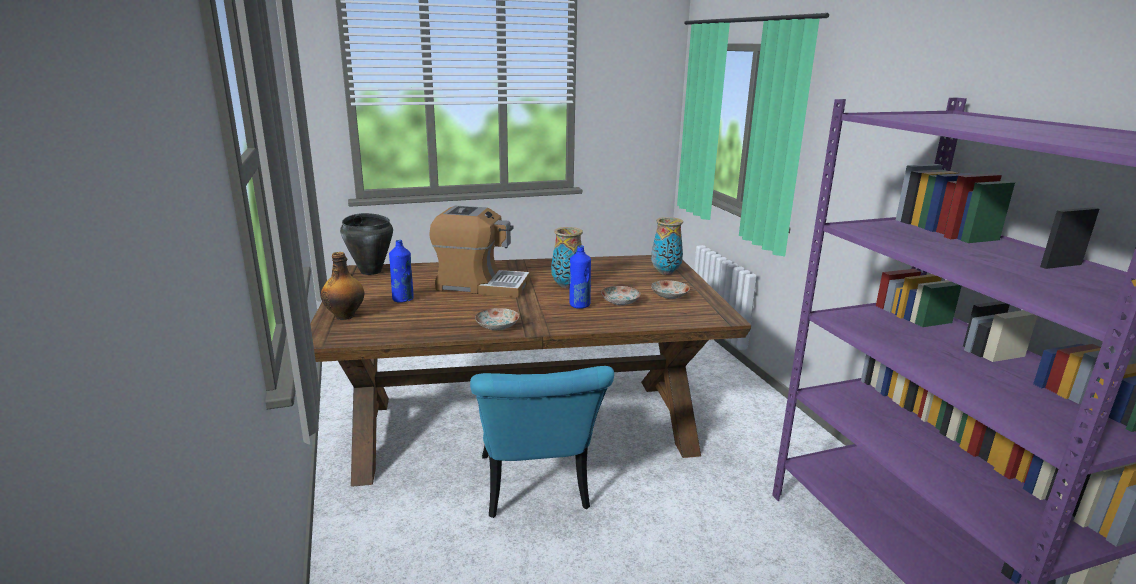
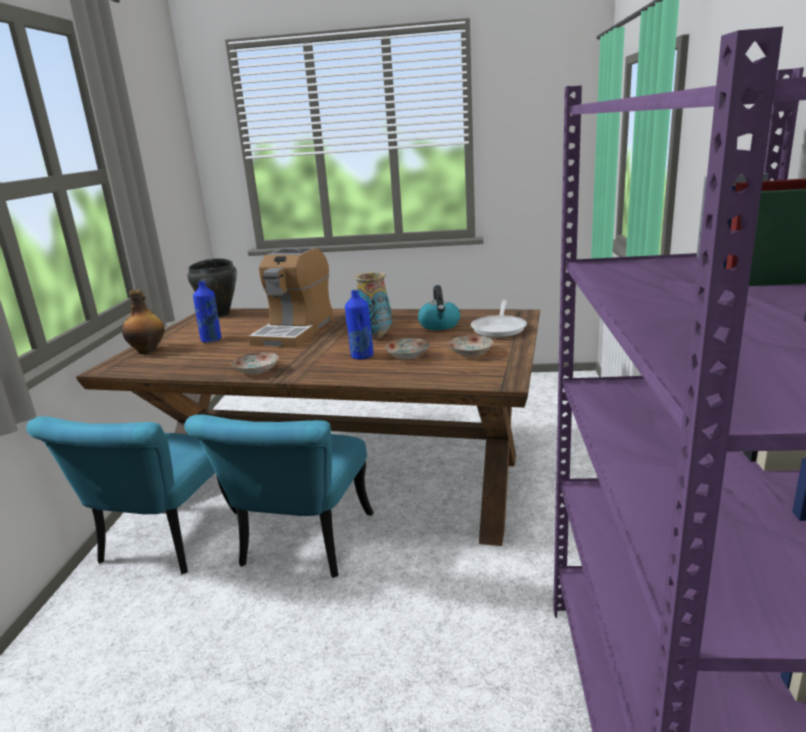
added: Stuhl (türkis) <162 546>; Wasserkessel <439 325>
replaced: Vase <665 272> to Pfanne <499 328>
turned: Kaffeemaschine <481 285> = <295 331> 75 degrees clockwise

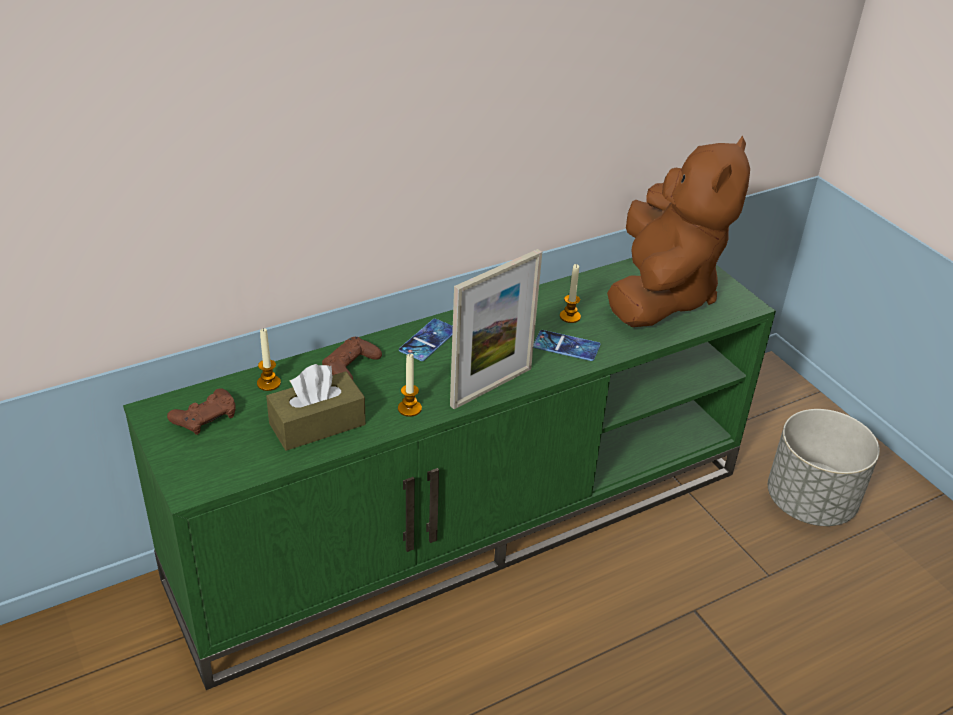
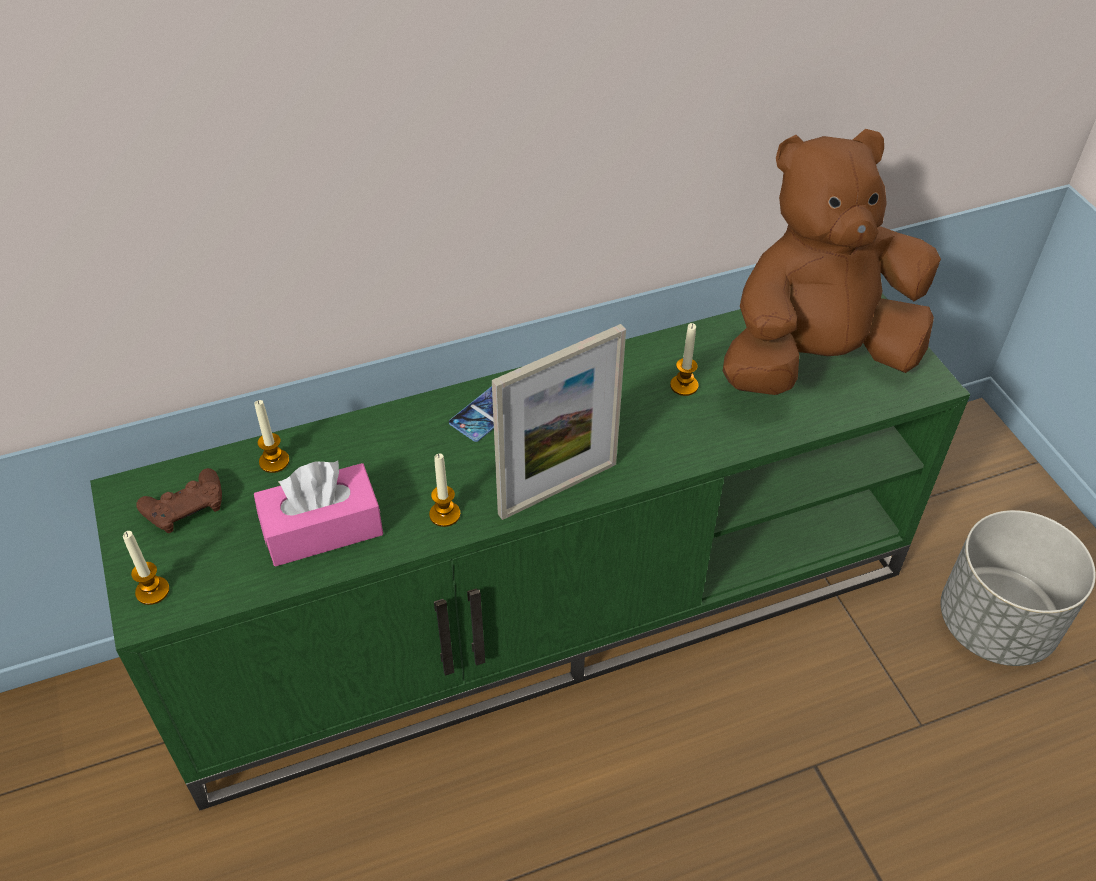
removed: Gamepad (braun) <350 366>; Handy <566 346>
added: Kerze <152 591>
recoloured: Taschentuchbox (braun) <317 424> to Taschentuchbox (rosa) <322 529>
turned: Plüschtier (braun) <661 294> = <815 358> 135 degrees counterclockwise

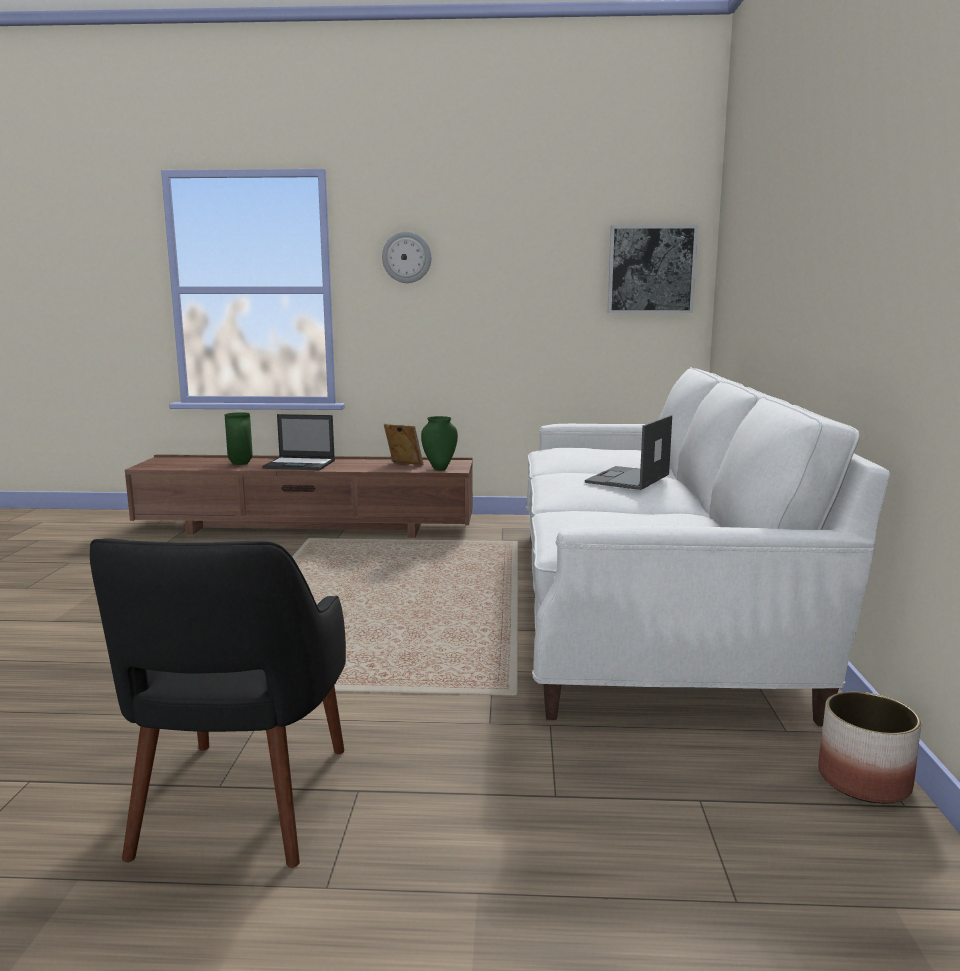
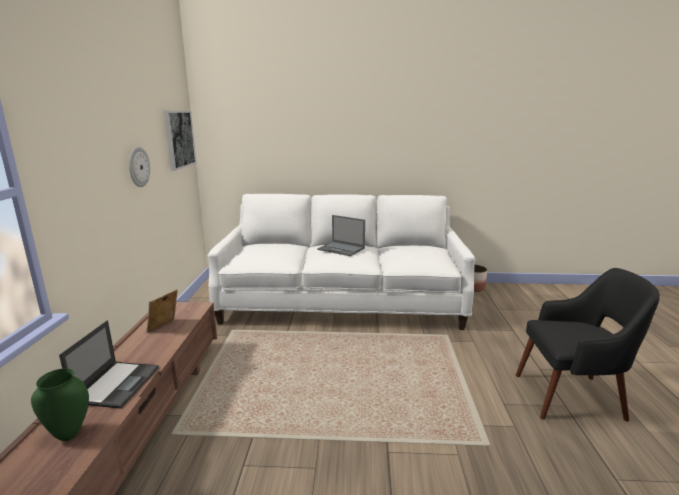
removed: Vase (grün) <439 469>
moved: Wanduhr <406 257> to <138 167>

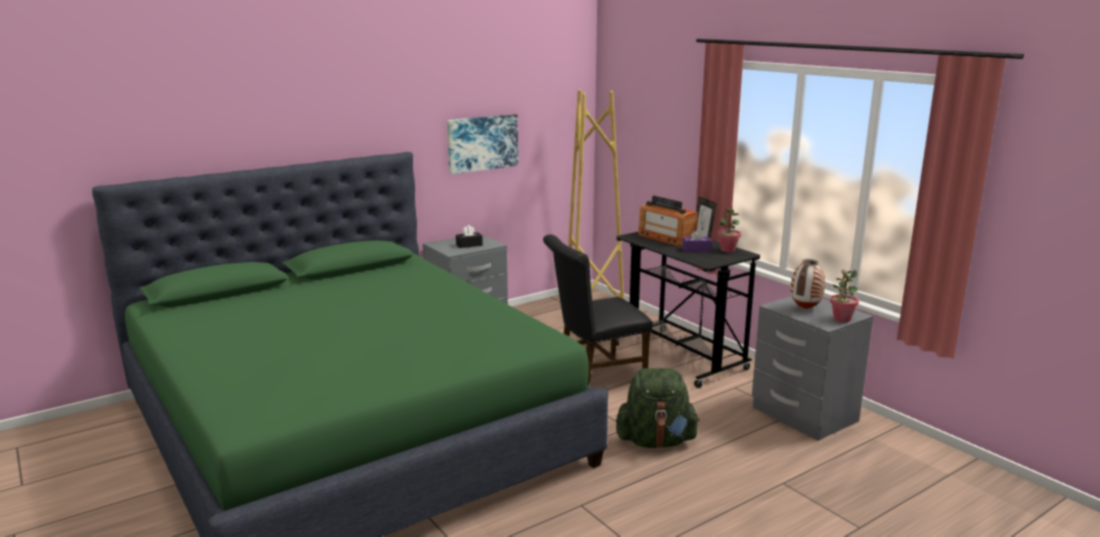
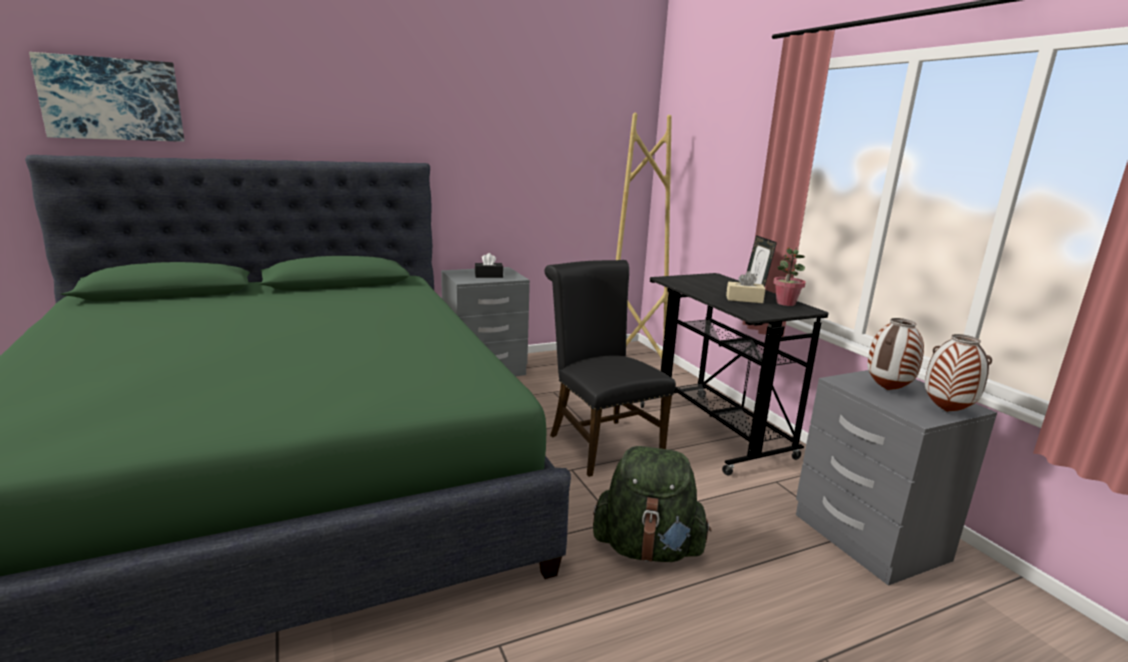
removed: Radio <666 238>
moved: Bild <482 143> to <112 99>
replaced: Topfpflanze <841 319> to Vase <945 411>
recoloured: Taschentuchbox (lila) <696 250> to Taschentuchbox (beige) <744 299>
turned: Stuhl (schwarz) <594 376> = <600 442> 75 degrees clockwise

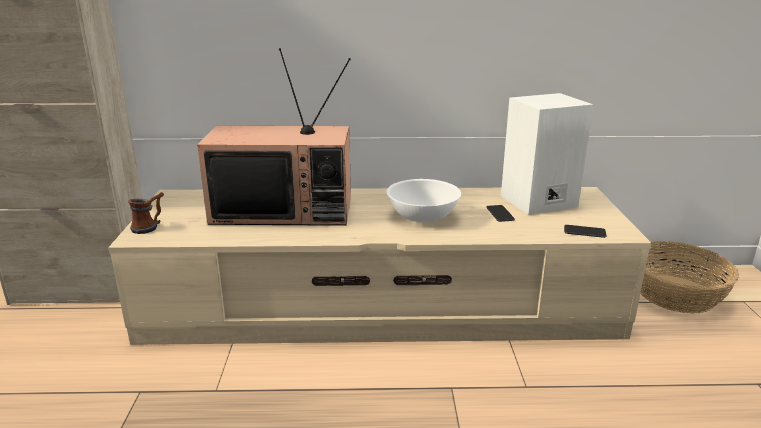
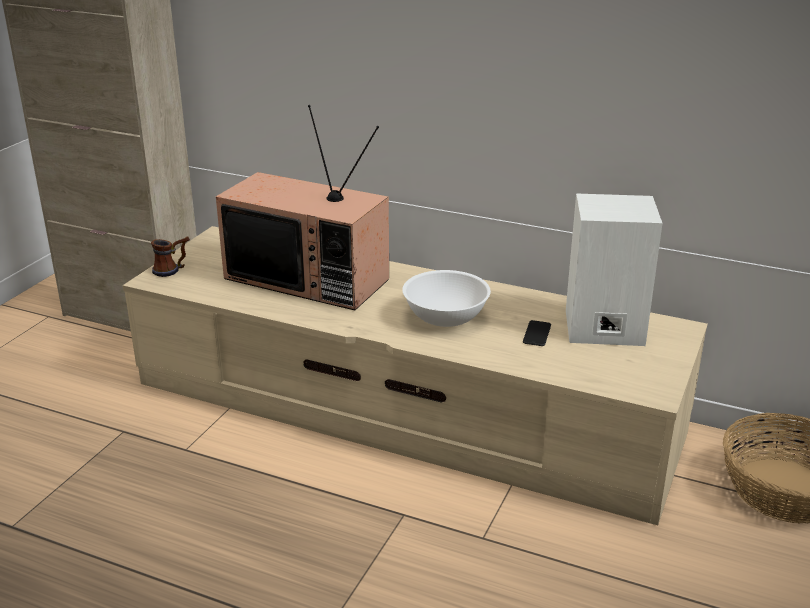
removed: Handy <584 232>

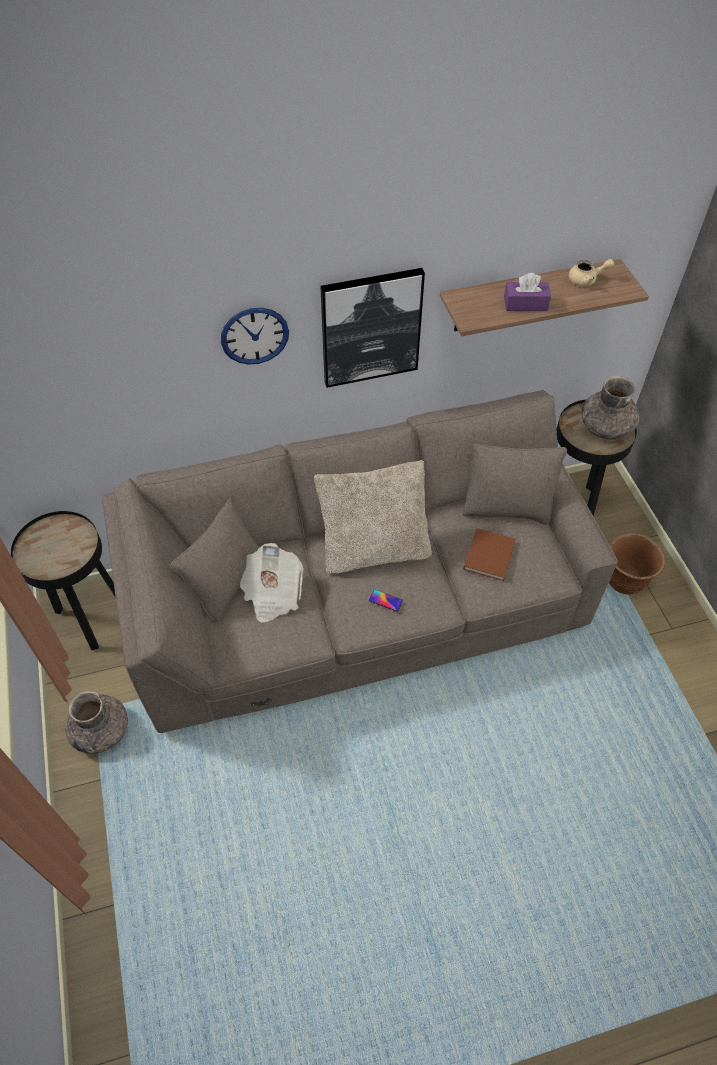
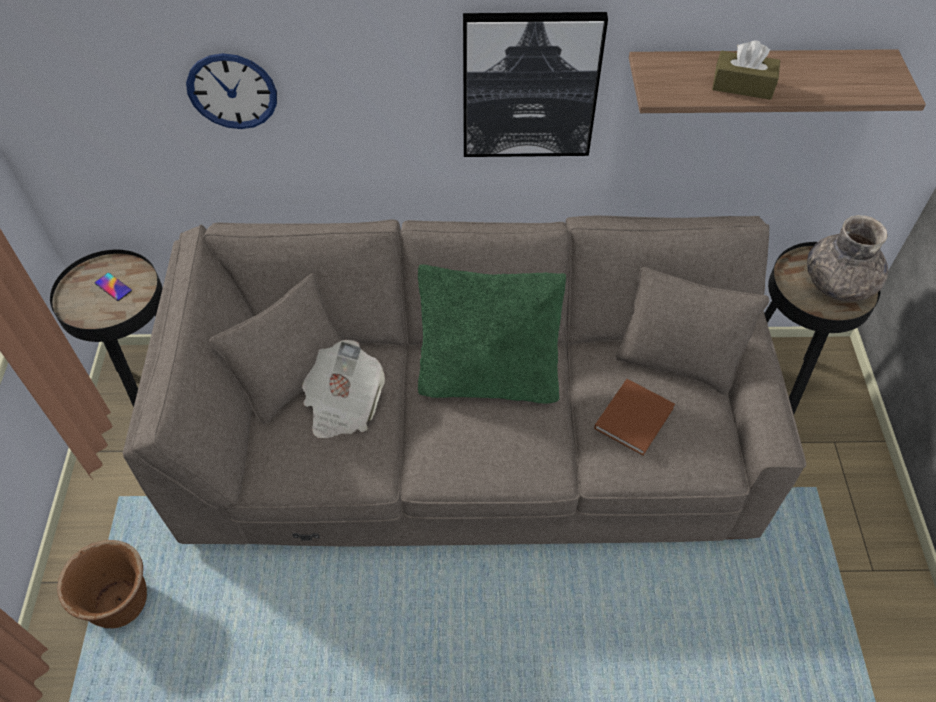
removed: Vase (grau) <101 731>; Teekanne (beige) <586 280>
moved: Wanduhr <254 336> to <232 91>; Handy <385 600> to <113 287>; Pflanzkübel (braun) <624 581> to <121 603>
recoloured: Kissen (beige) <374 547> to Kissen (grün) <489 374>; Taschentuchbox (lila) <525 304> to Taschentuchbox (braun) <742 85>

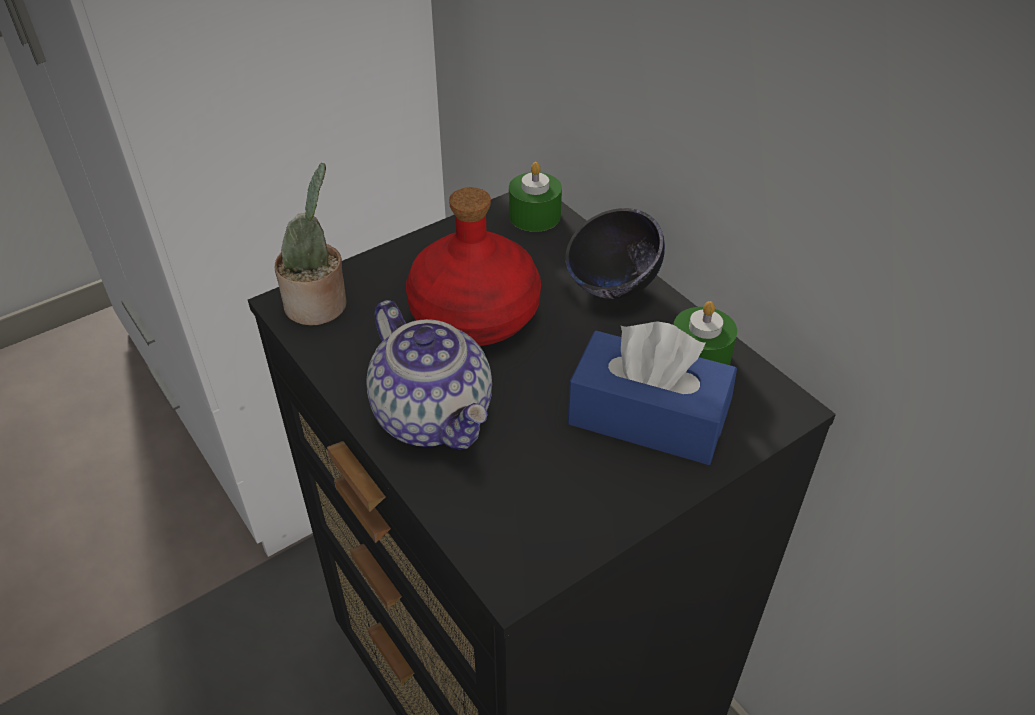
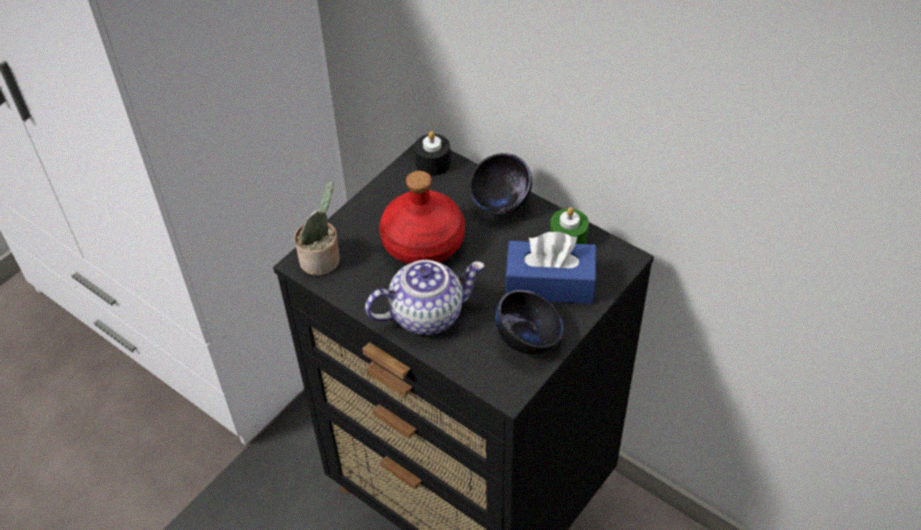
added: Schüssel (schwarz) <528 339>
recoloured: Kerze (grün) <534 215> to Kerze (schwarz) <433 163>
turned: Teekanne <435 416> = <427 313> 60 degrees counterclockwise

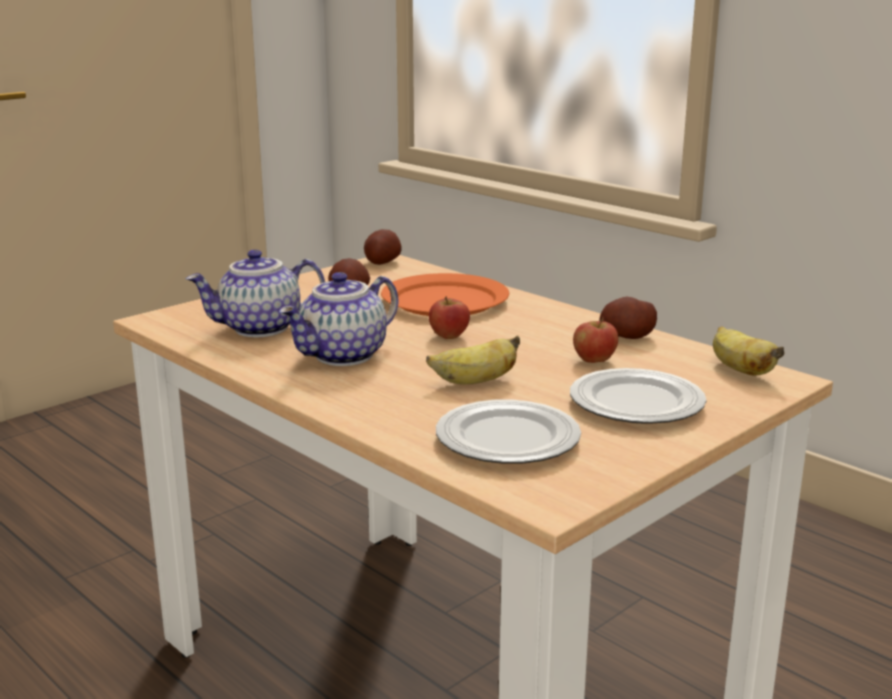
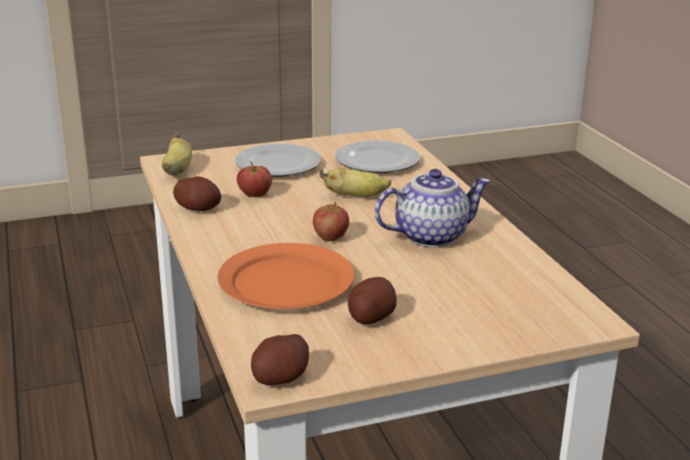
removed: Teekanne <260 329>

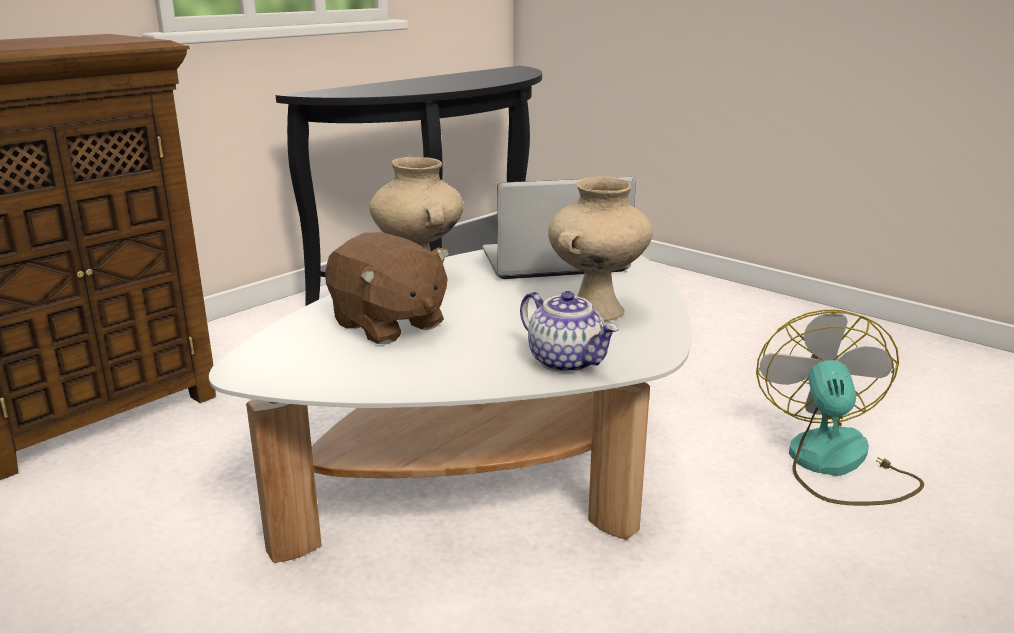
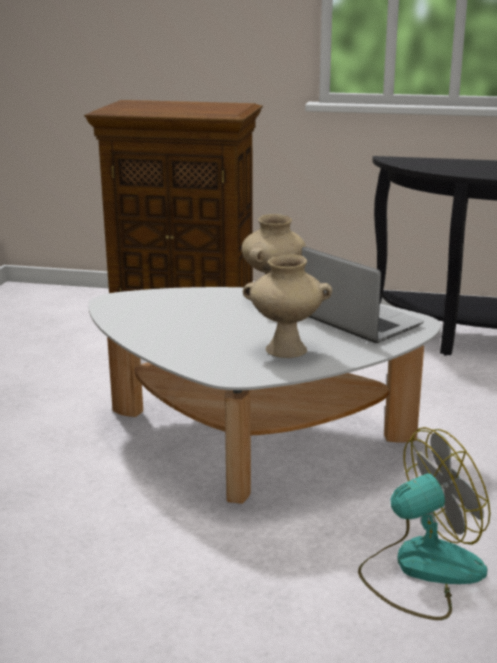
removed: Plüschtier (braun) <388 325>; Teekanne <567 361>

